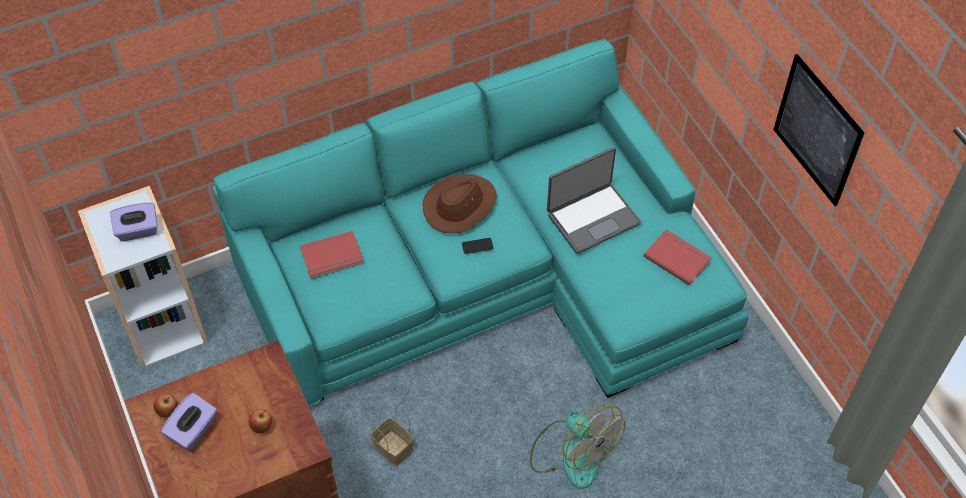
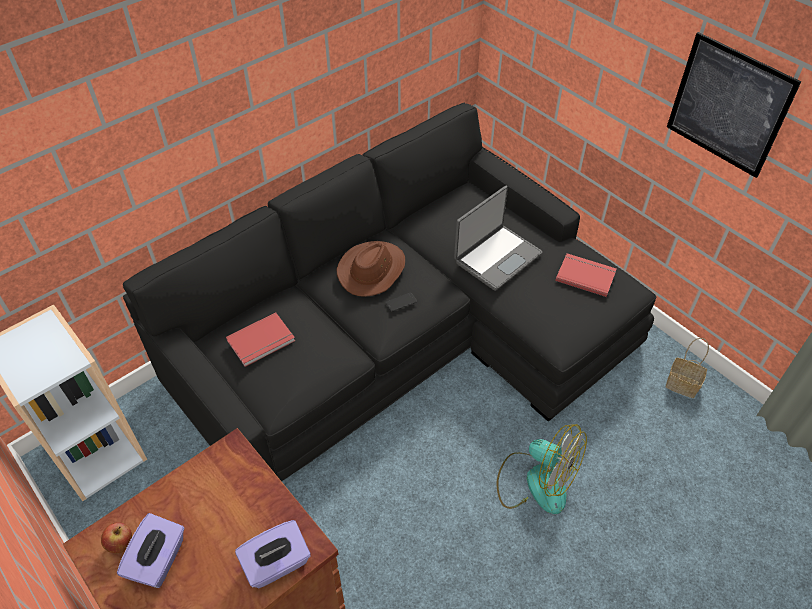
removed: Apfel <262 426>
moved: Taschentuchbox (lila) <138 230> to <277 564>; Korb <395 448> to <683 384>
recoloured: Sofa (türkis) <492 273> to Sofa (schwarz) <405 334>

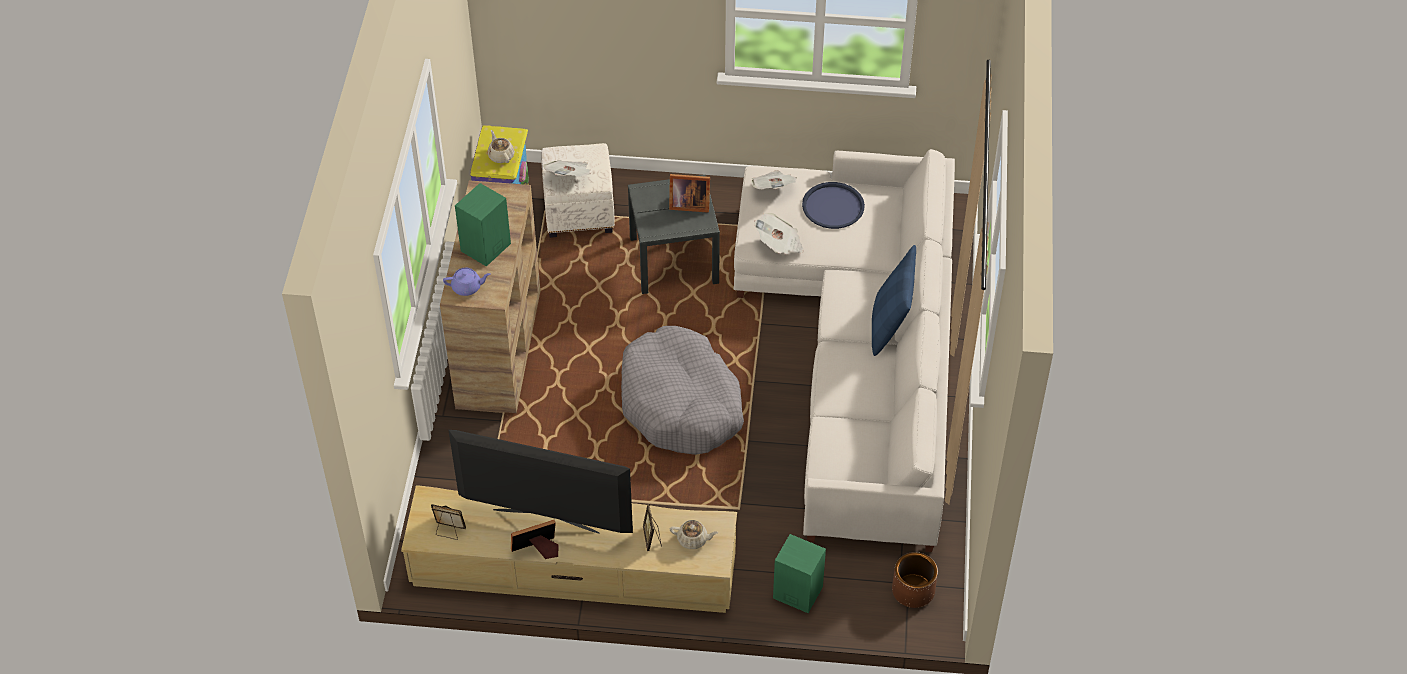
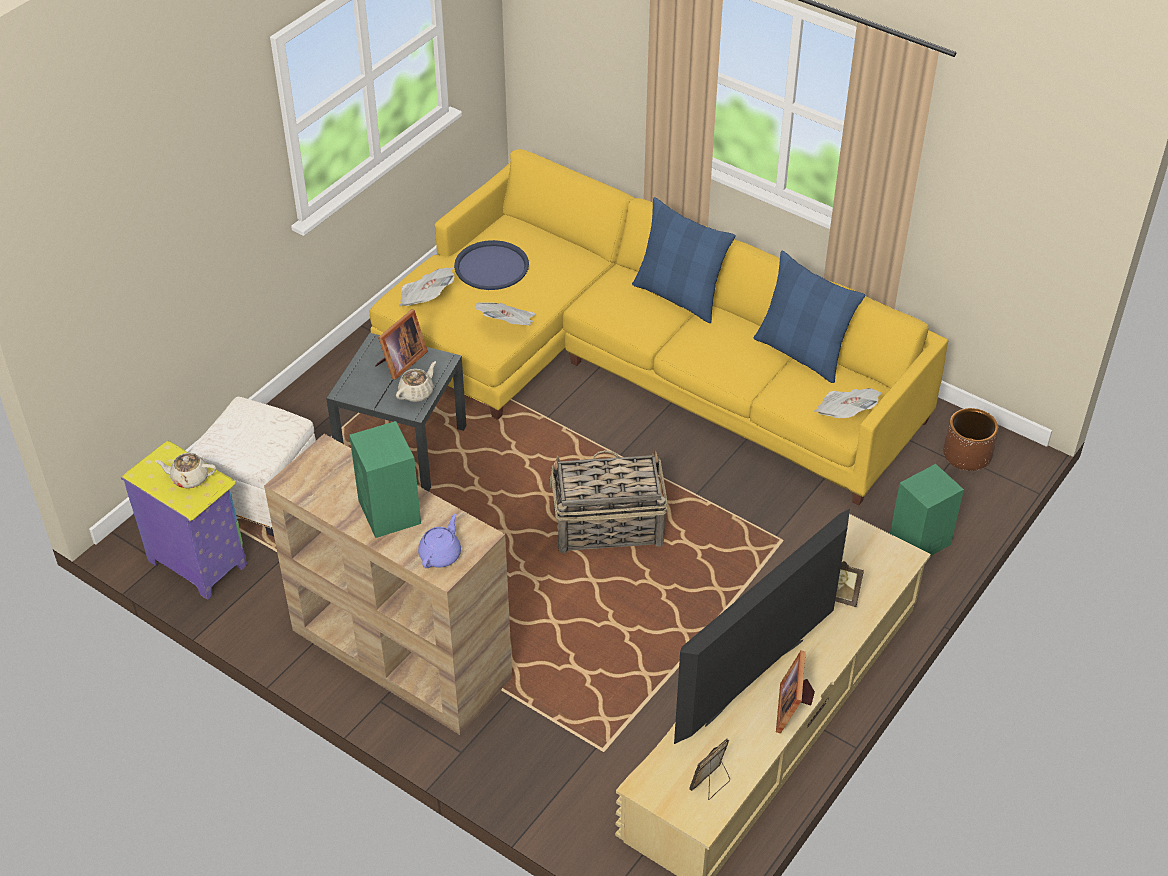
added: Kissen (blau) <802 353>
moved: Zeitung <569 177> to <845 414>; Teekanne (beige) <693 539> to <417 392>
replaced: Hundebett (grau) <681 403> to Korb <606 526>
recoloured: Sofa (weiß) <859 349> to Sofa (gelb) <638 361>

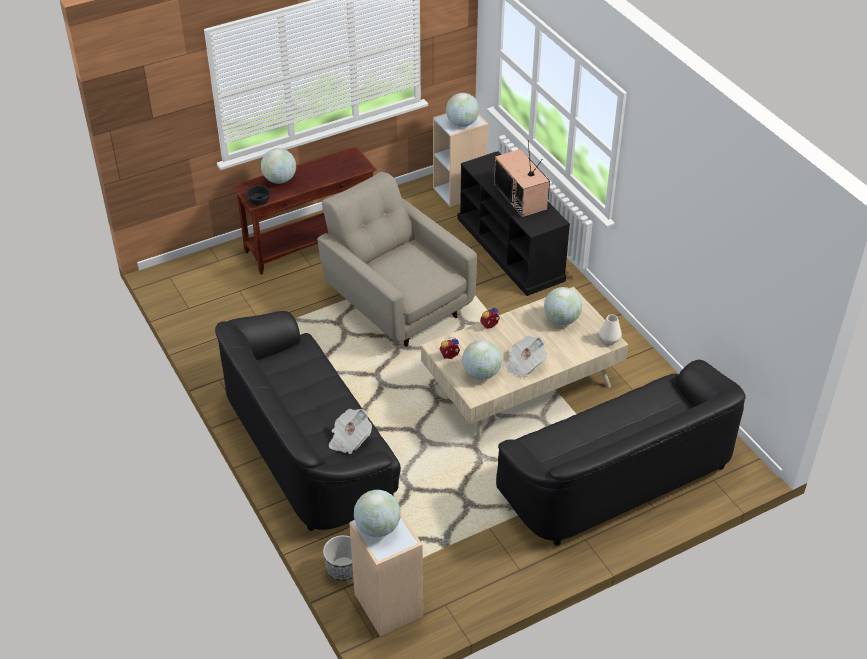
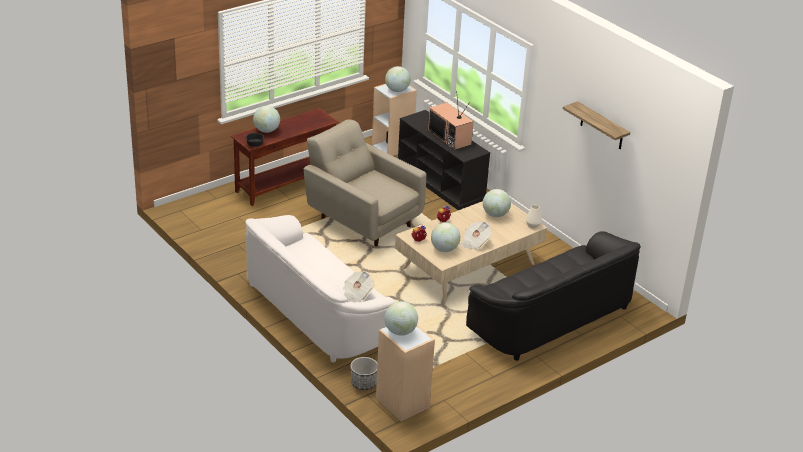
added: Wandregal <602 126>
recoloured: Sofa (schwarz) <308 445> to Sofa (weiß) <317 310>

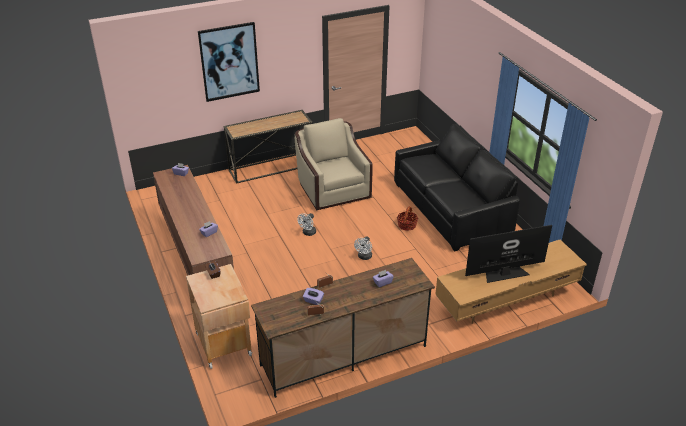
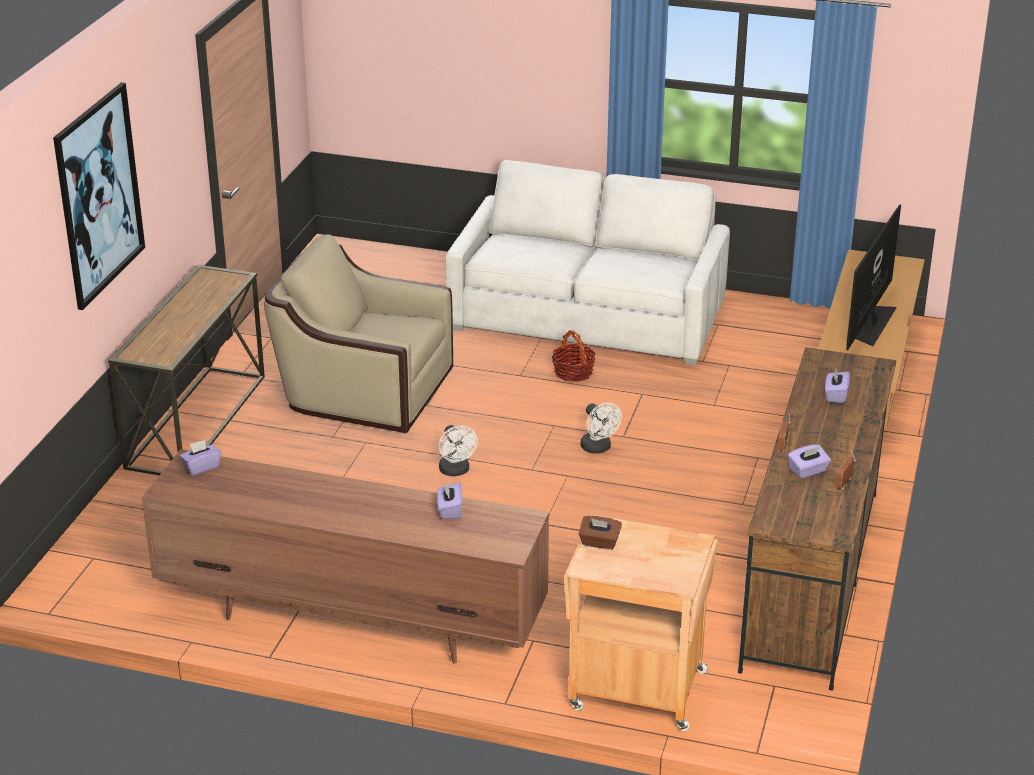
recoloured: Sofa (schwarz) <451 208> to Sofa (weiß) <588 316>

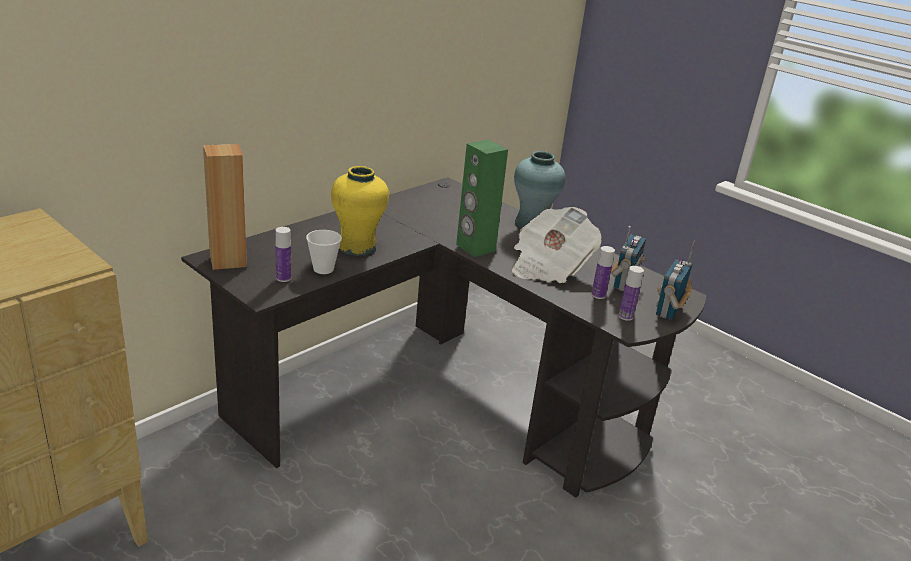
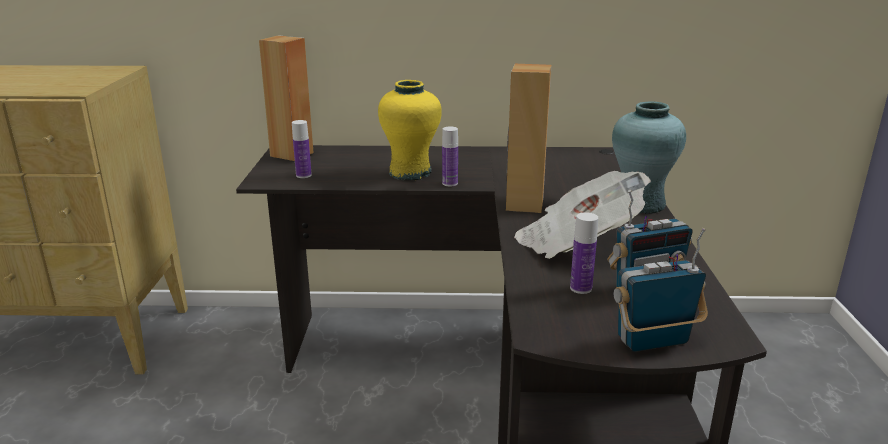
removed: Tasse <323 269>
moved: Flasche <625 316> to <450 183>
recoloured: Lautsprecher (grün) <475 248> to Lautsprecher (braun) <524 204>

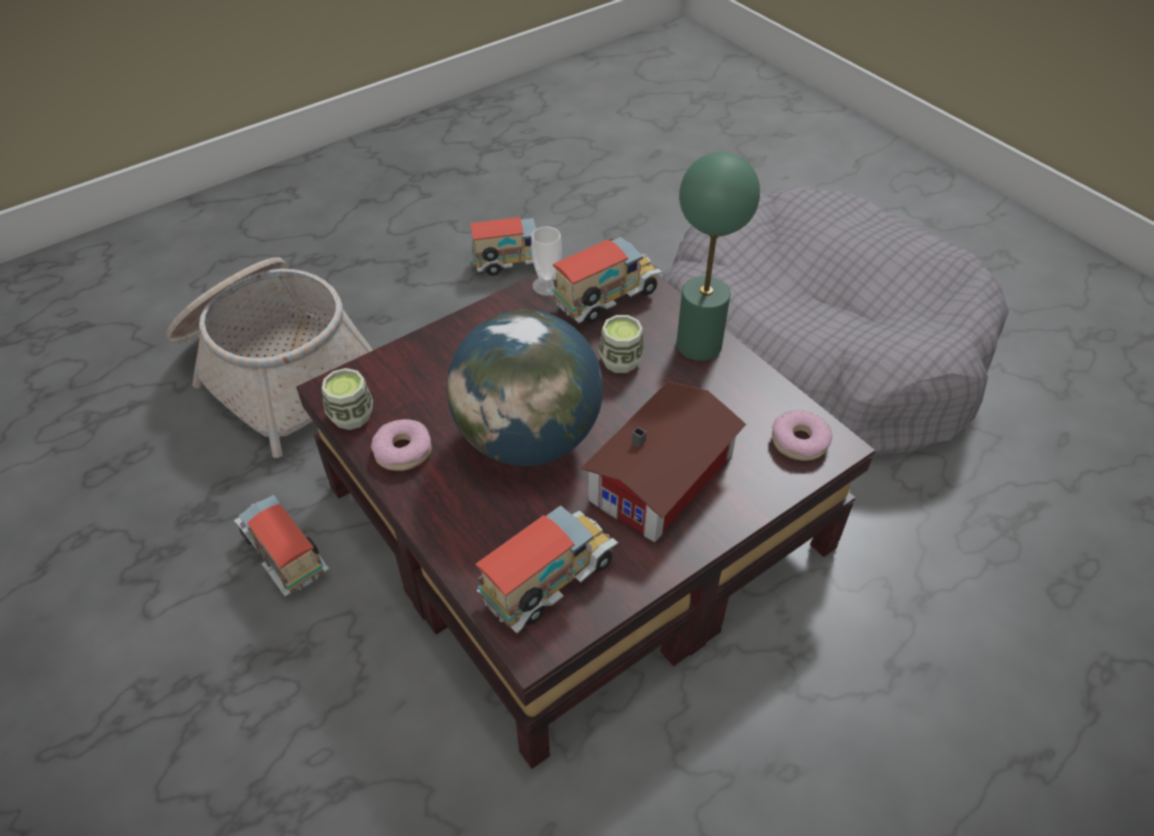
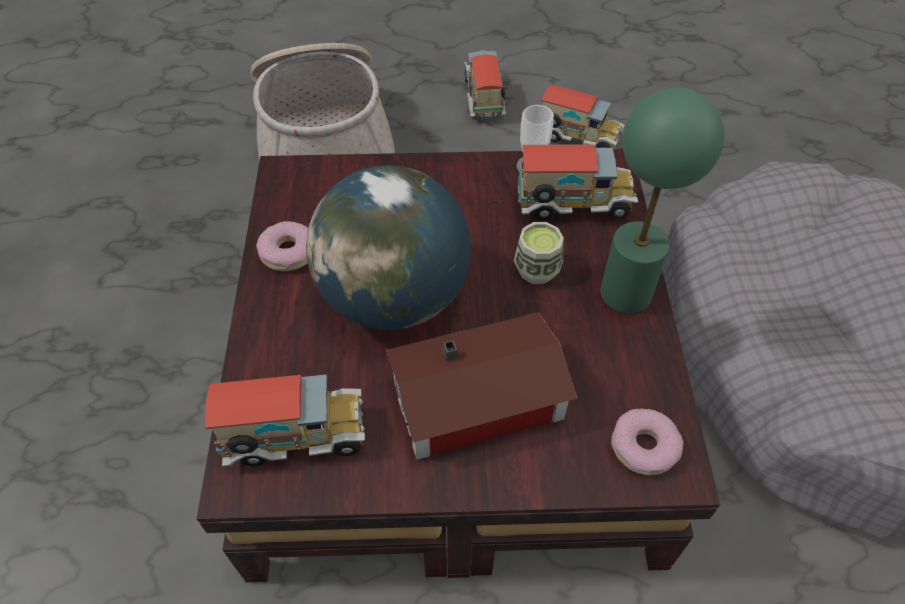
removed: Tasse <351 416>
moved: Spielzeuglaster <286 556> to <484 99>

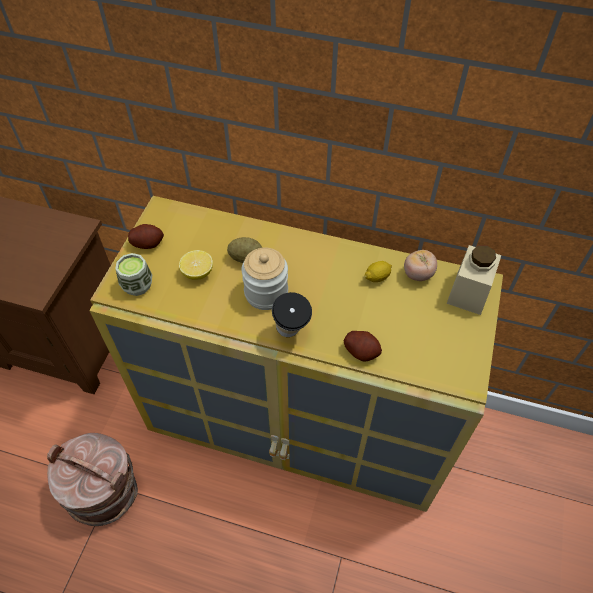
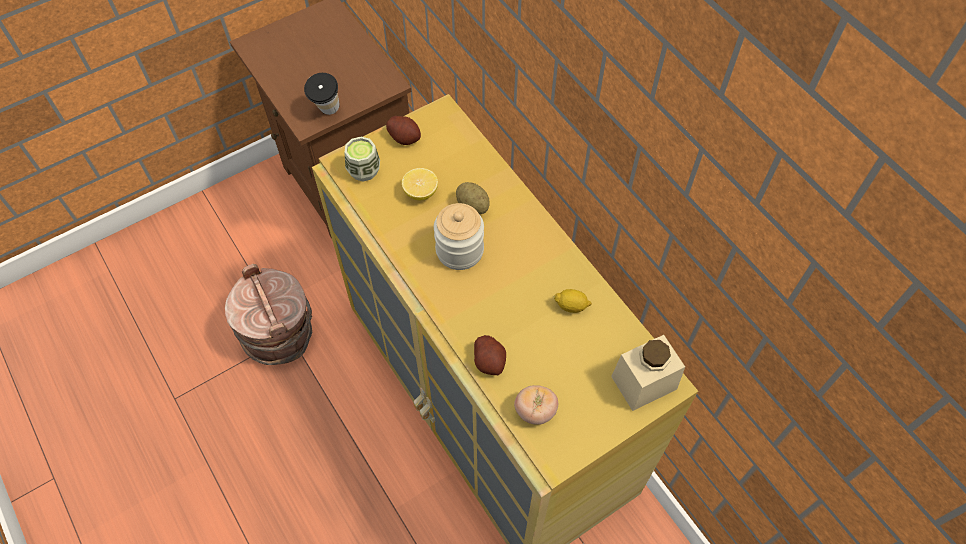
moved: Tasse <291 334> to <327 112>; Tomate <418 274> to <535 411>

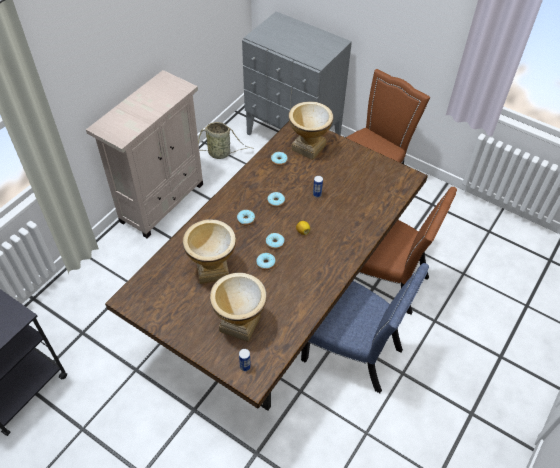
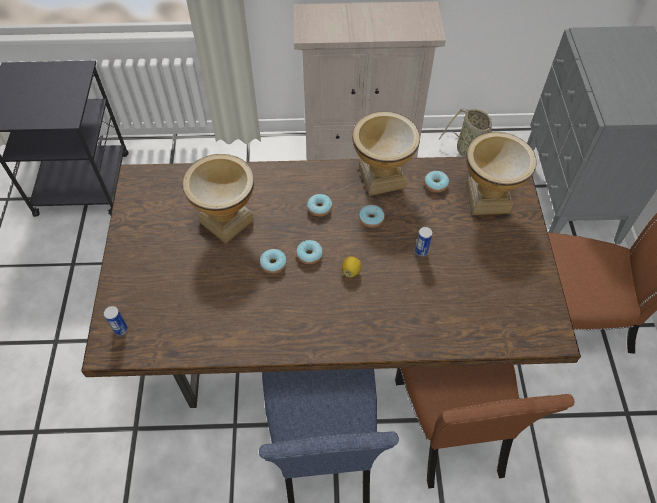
moved: Vase <240 323> to <381 178>

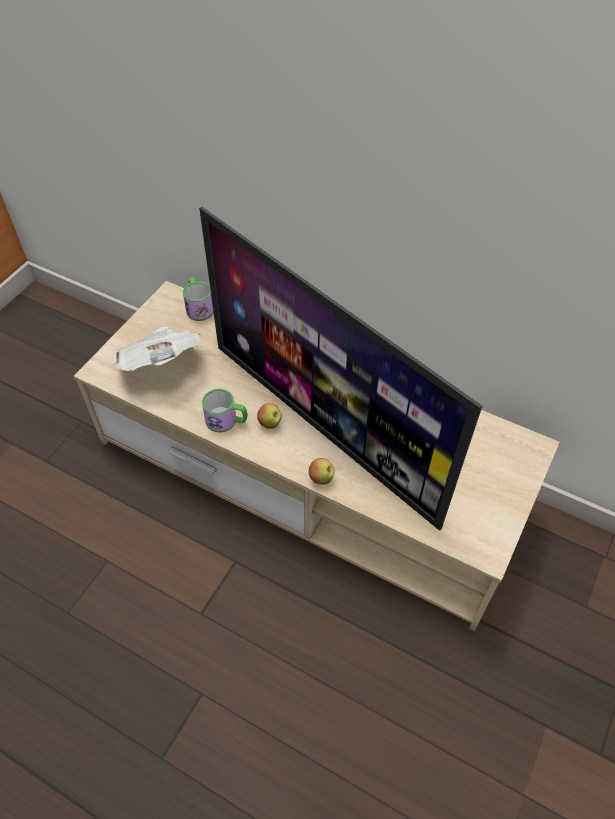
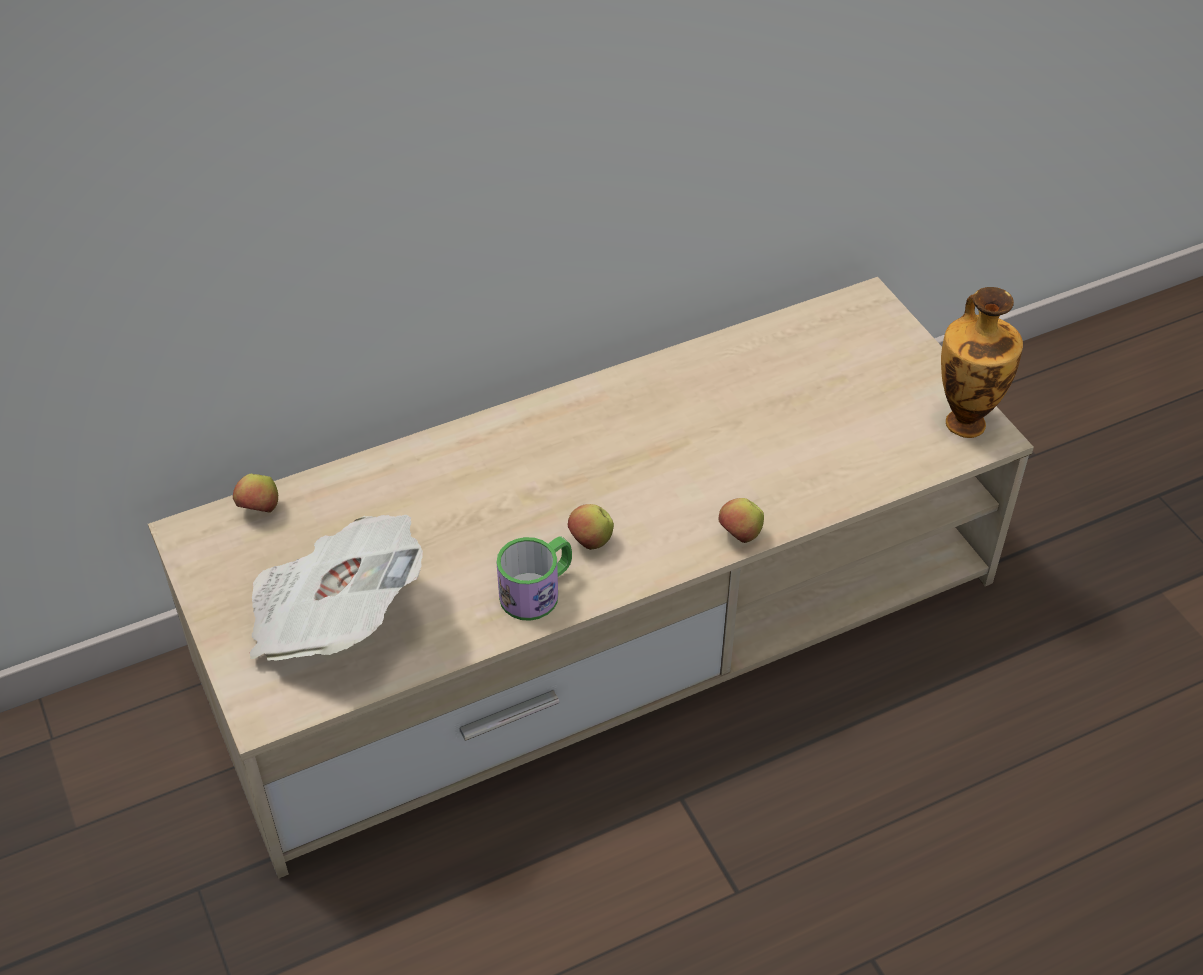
removed: Fernseher <324 428>
added: Vase <965 421>
replaced: Henkelbecher <198 307> to Apfel <260 510>

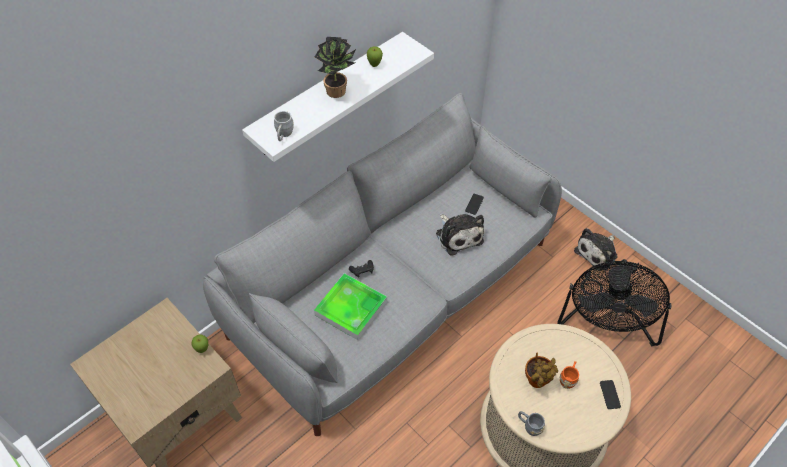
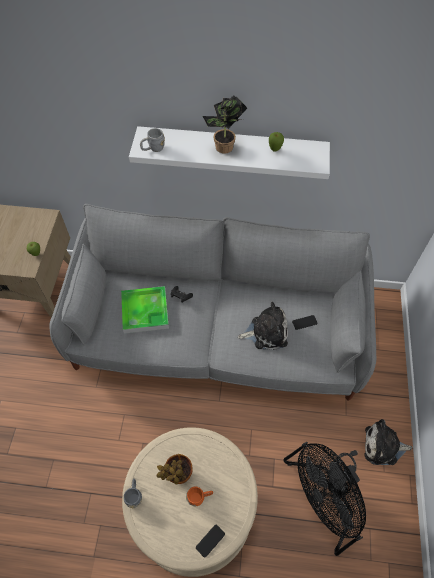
turned: Plüschtier <458 235> = <266 332> 120 degrees counterclockwise

